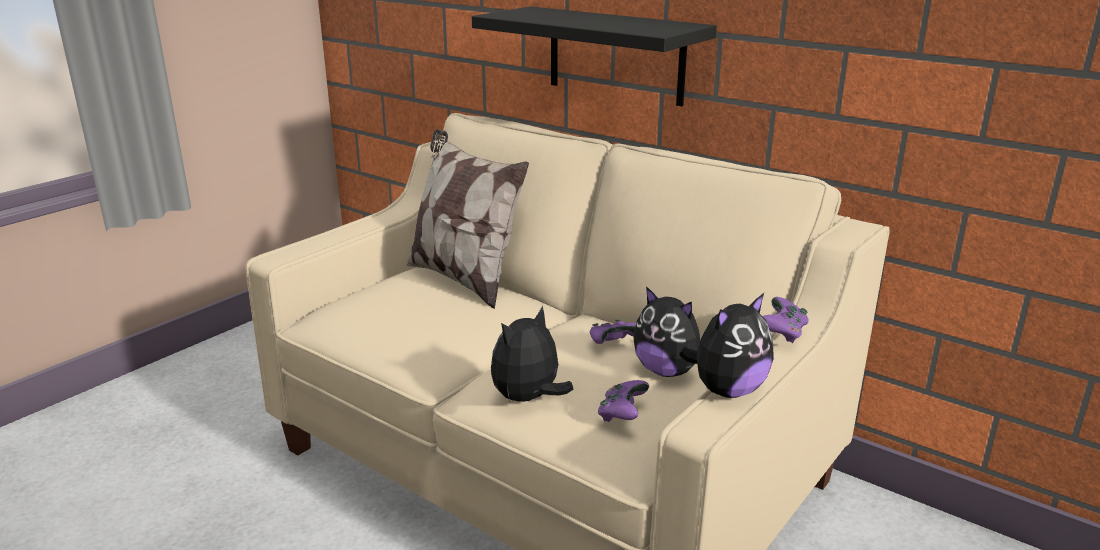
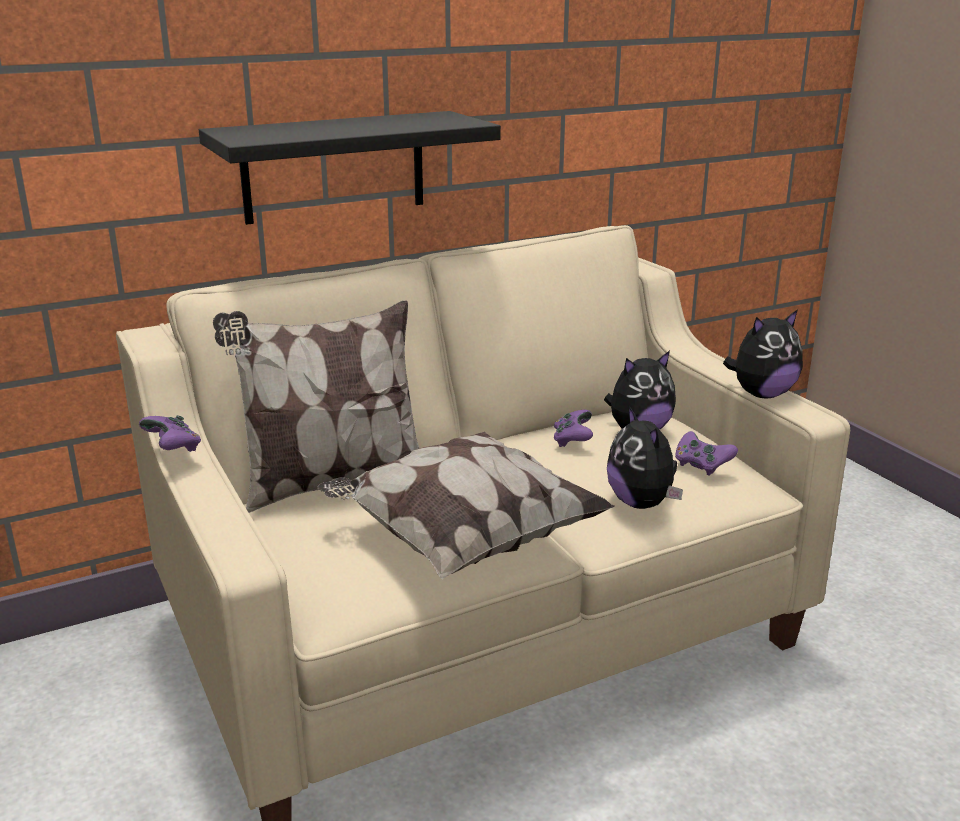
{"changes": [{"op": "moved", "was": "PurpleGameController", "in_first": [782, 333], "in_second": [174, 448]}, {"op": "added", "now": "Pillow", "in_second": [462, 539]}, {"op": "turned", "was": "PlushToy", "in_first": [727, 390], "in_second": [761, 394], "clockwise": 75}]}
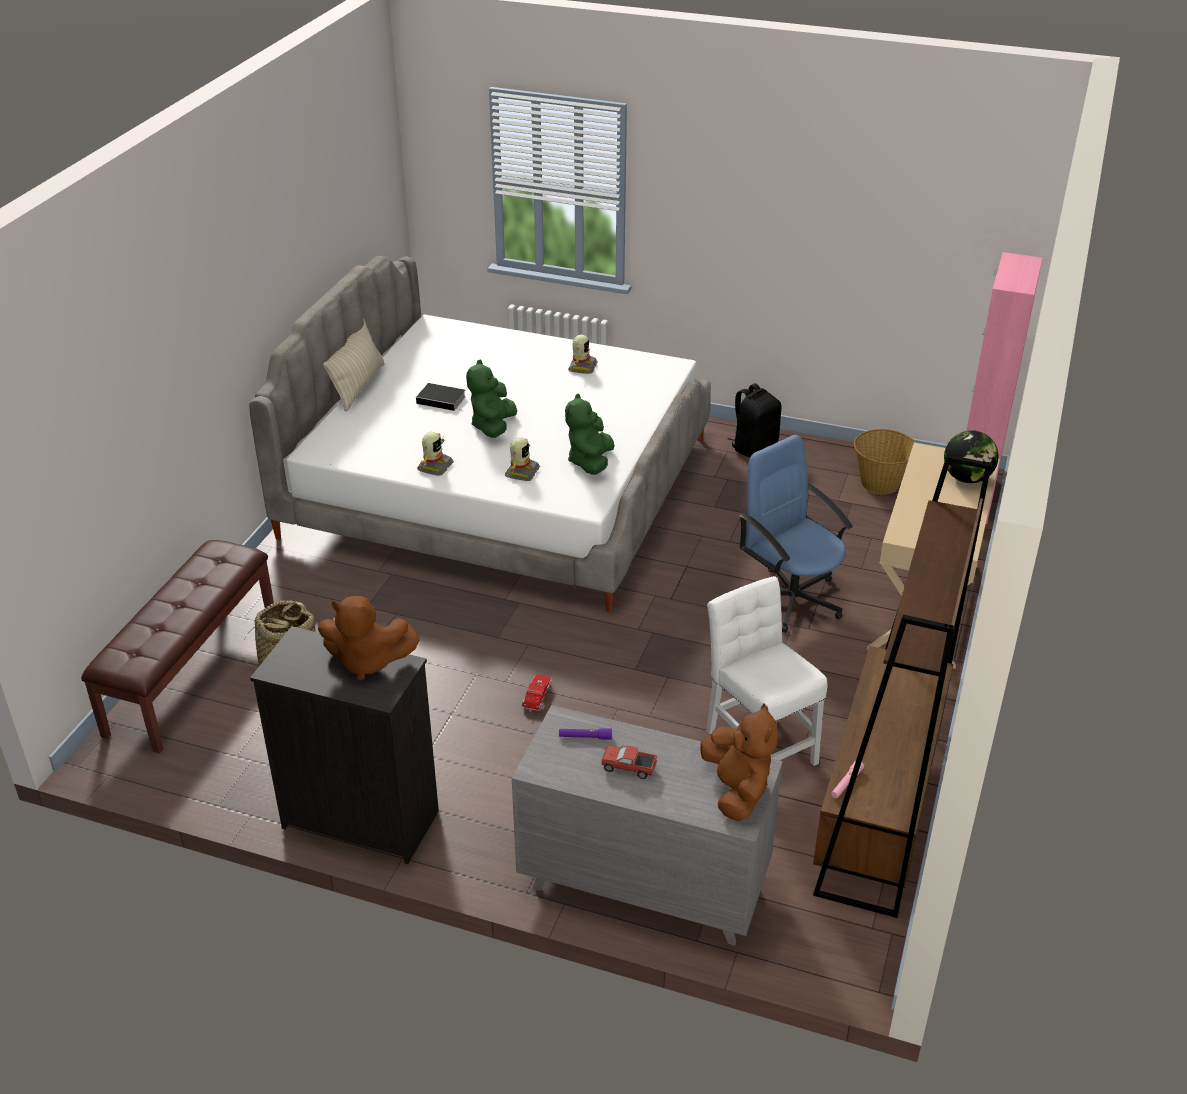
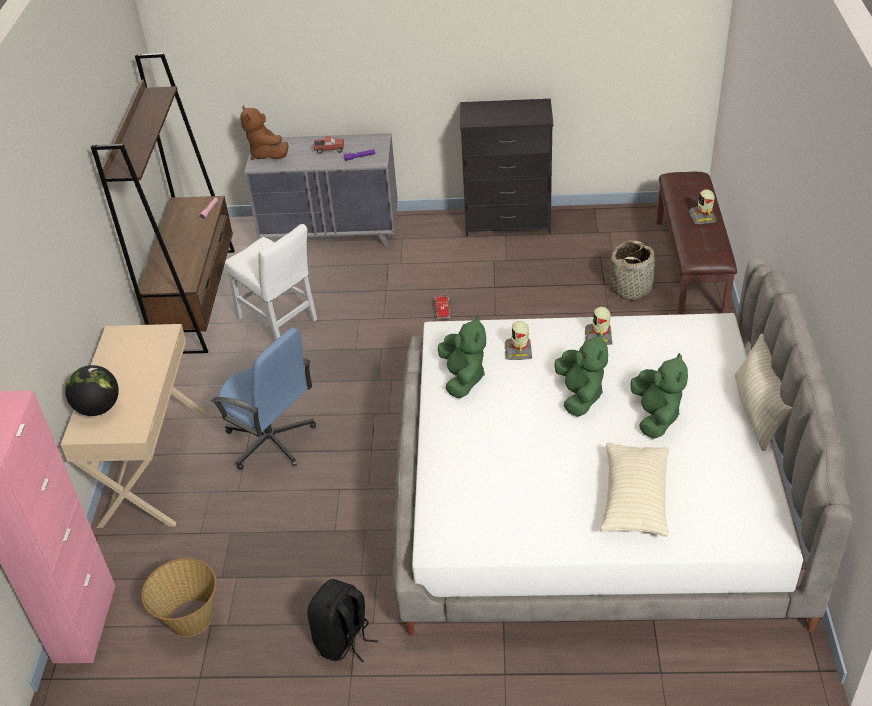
{"changes": [{"op": "added", "now": "BeigePillow", "in_second": [634, 499]}, {"op": "replaced", "was": "Book", "now": "GreenPlushToy", "in_first": [442, 400], "in_second": [656, 417]}, {"op": "moved", "was": "ToyRobot", "in_first": [581, 367], "in_second": [703, 217]}, {"op": "removed", "was": "BrownPlushToy", "in_first": [367, 661]}]}
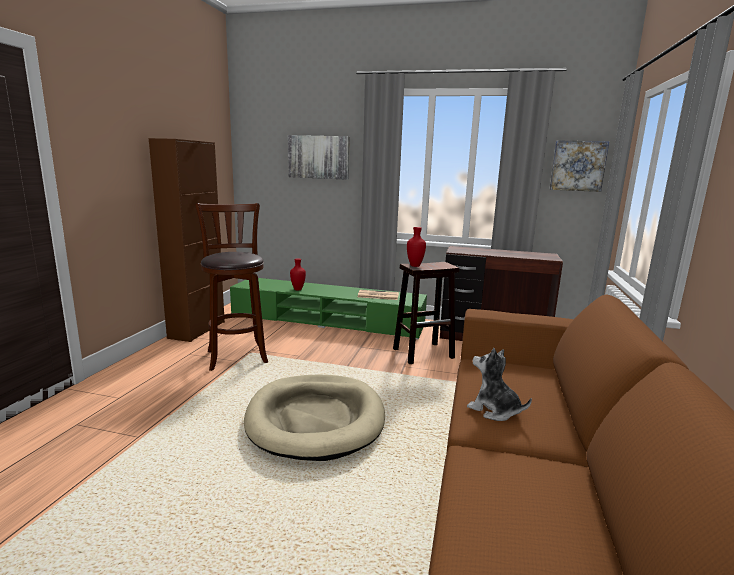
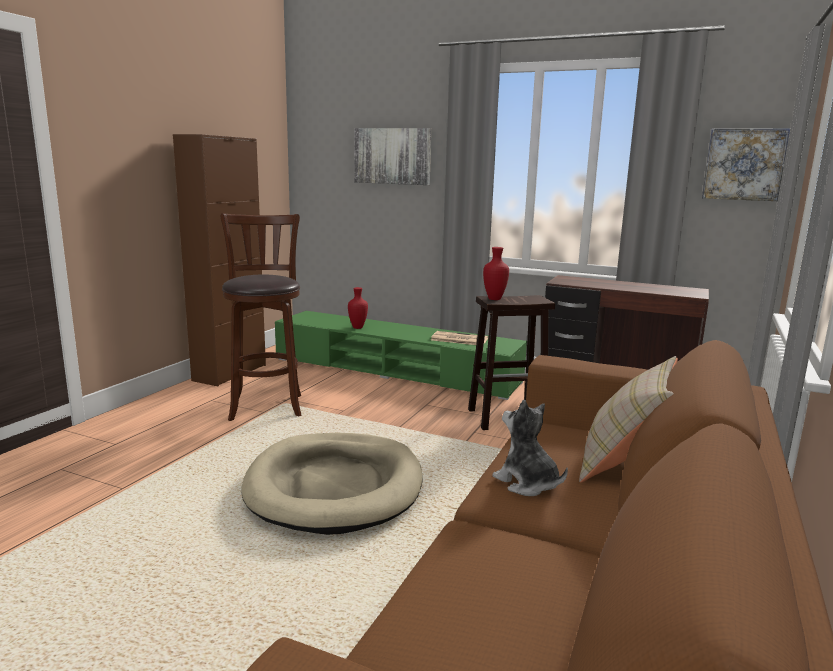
{"changes": [{"op": "added", "now": "BeigePillow", "in_second": [623, 463]}]}
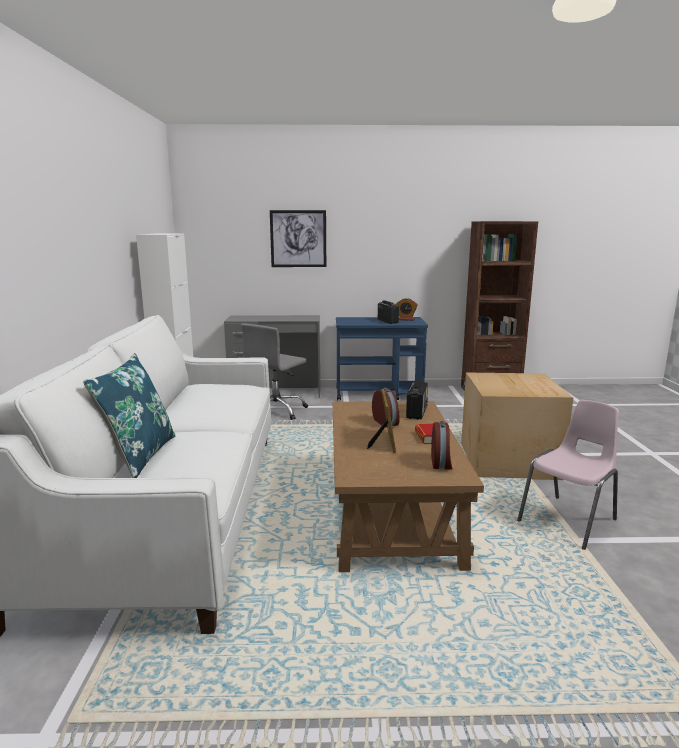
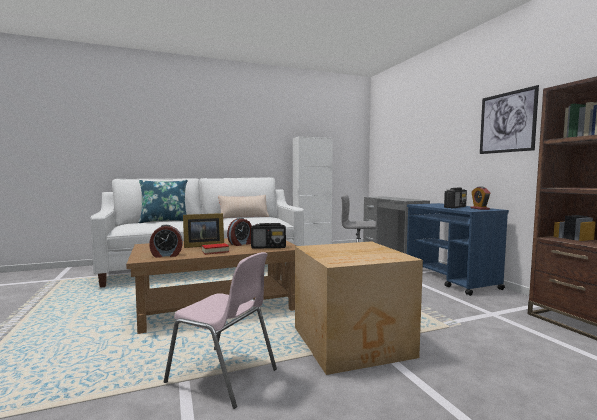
{"changes": [{"op": "added", "now": "BeigePillow", "in_second": [244, 217]}, {"op": "moved", "was": "Picture", "in_first": [298, 239], "in_second": [507, 122]}]}
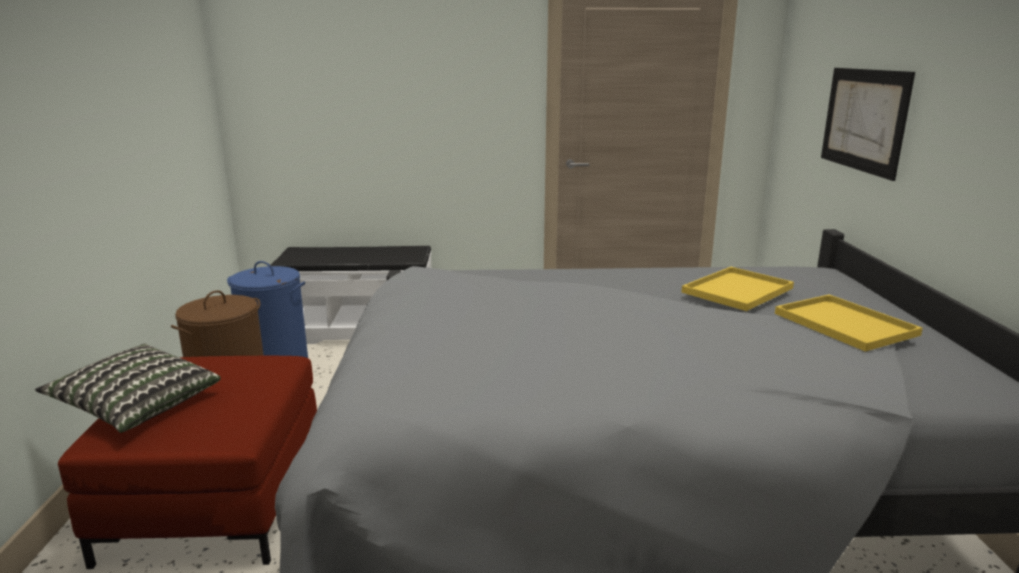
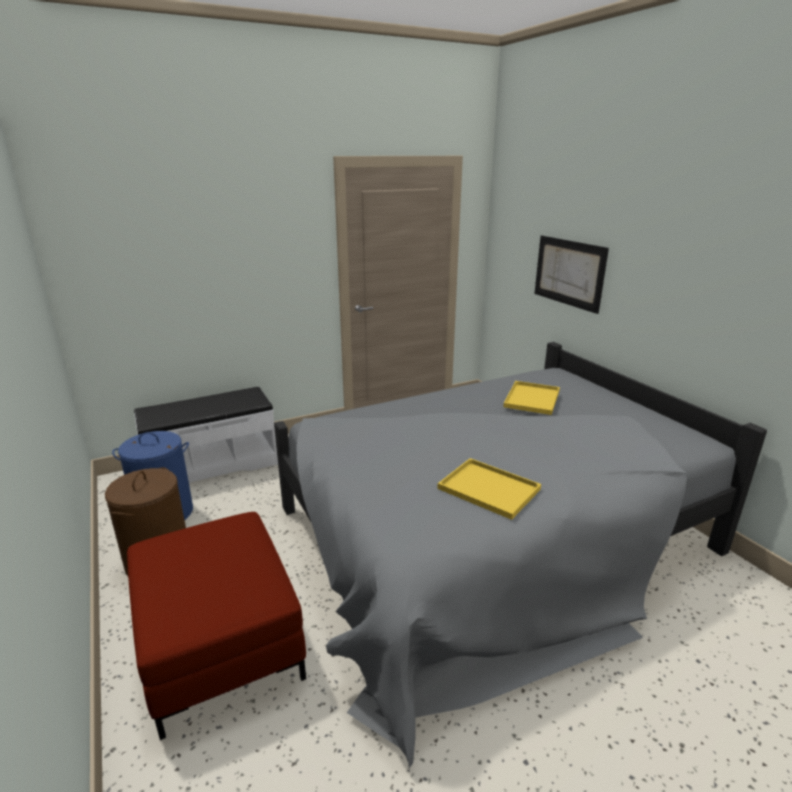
{"changes": [{"op": "moved", "was": "YellowTray", "in_first": [842, 323], "in_second": [486, 489]}, {"op": "removed", "was": "Pillow", "in_first": [137, 406]}]}
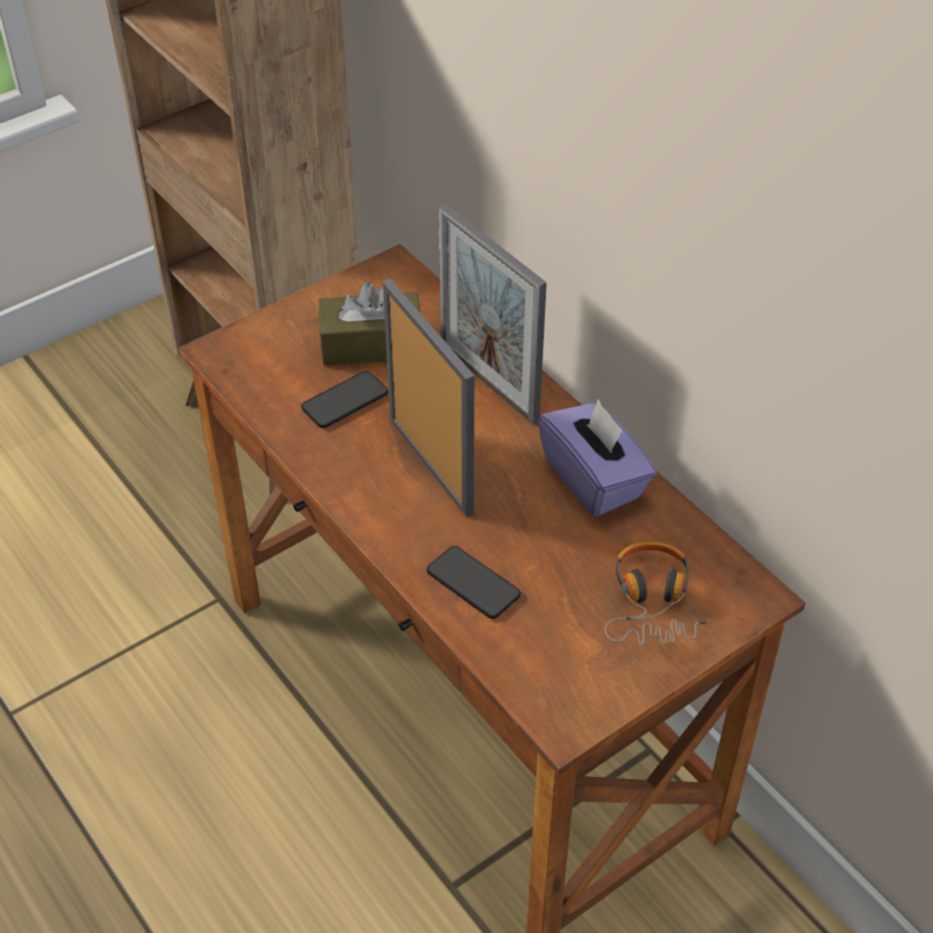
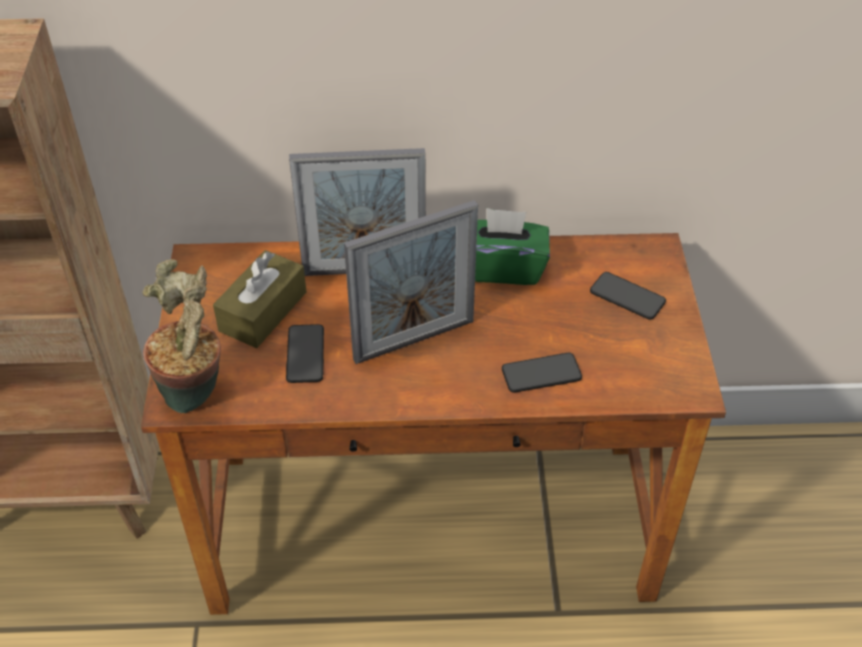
{"changes": [{"op": "added", "now": "PottedPlant", "in_second": [196, 393]}, {"op": "turned", "was": "PictureFrame", "in_first": [430, 465], "in_second": [414, 340], "clockwise": 150}, {"op": "recoloured", "was": "PurpleTissueBox", "now": "GreenTissueBox", "in_first": [594, 479], "in_second": [502, 268]}, {"op": "replaced", "was": "Headphones", "now": "Phone", "in_first": [652, 603], "in_second": [627, 297]}]}
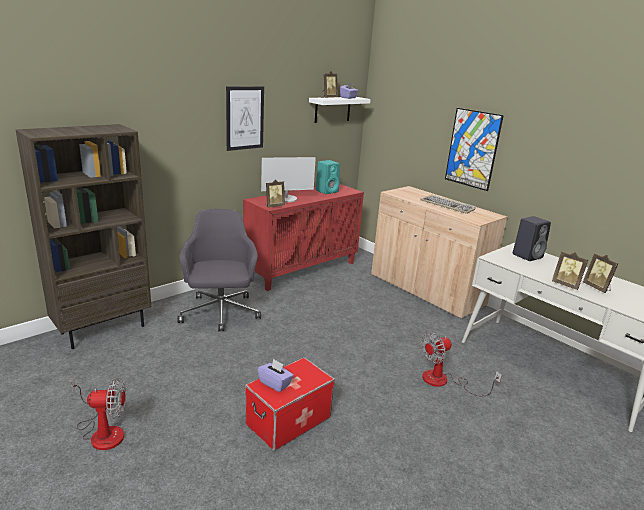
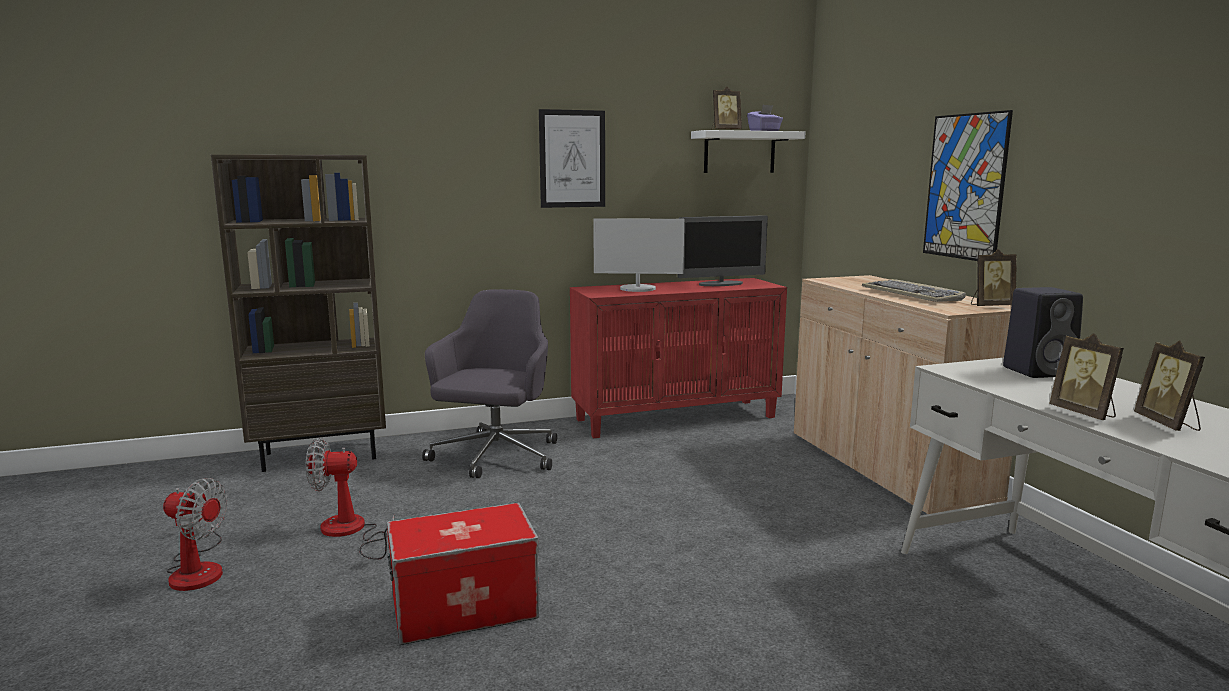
{"changes": [{"op": "moved", "was": "Fan", "in_first": [444, 381], "in_second": [350, 532]}, {"op": "replaced", "was": "TurquoiseSpeaker", "now": "Monitor", "in_first": [327, 191], "in_second": [721, 284]}, {"op": "moved", "was": "PictureFrame", "in_first": [274, 206], "in_second": [990, 306]}, {"op": "removed", "was": "PurpleTissueBox", "in_first": [275, 383]}]}
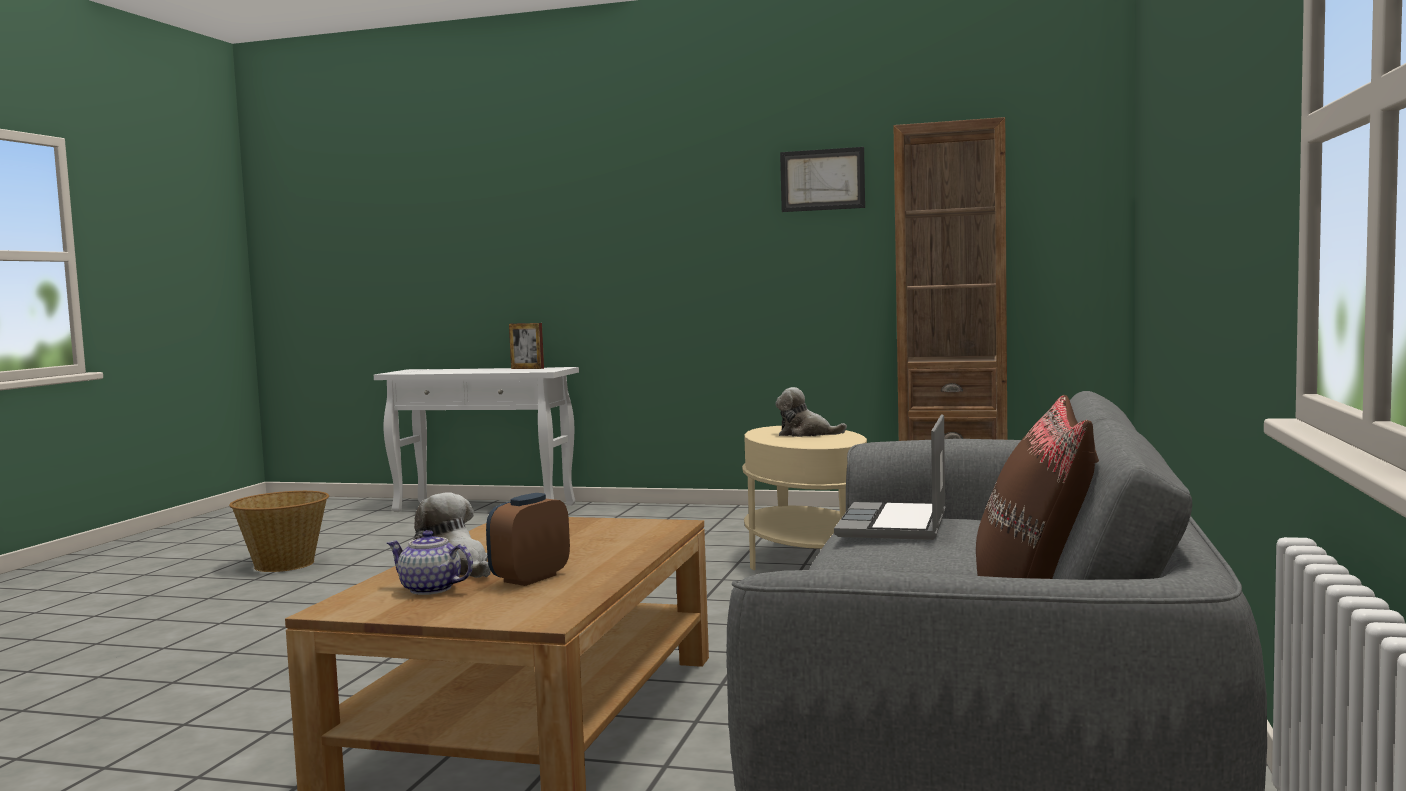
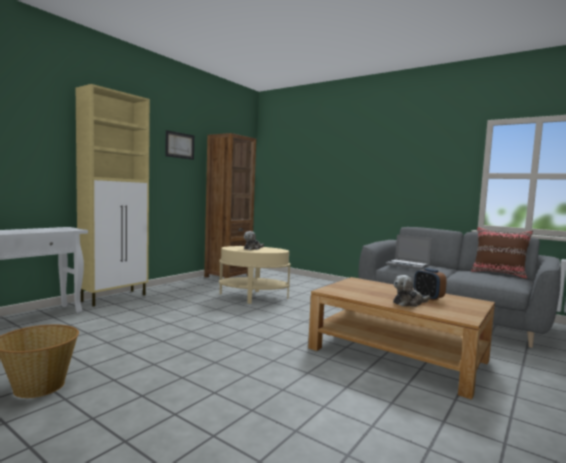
{"changes": [{"op": "added", "now": "BeigeCabinet", "in_second": [115, 298]}, {"op": "removed", "was": "Teapot", "in_first": [431, 589]}, {"op": "removed", "was": "PictureFrame", "in_first": [527, 368]}]}
